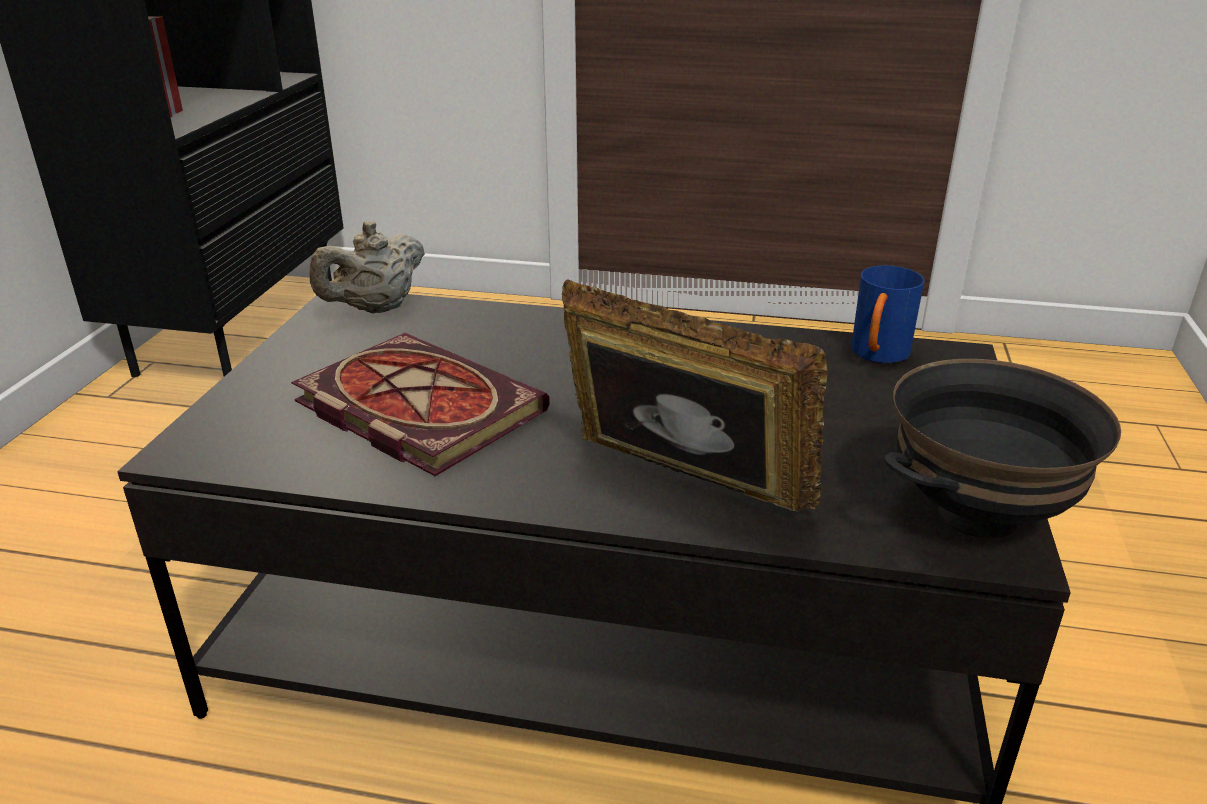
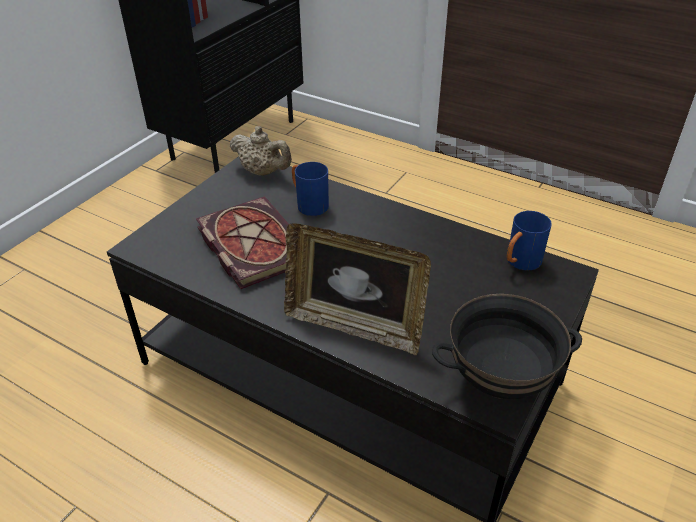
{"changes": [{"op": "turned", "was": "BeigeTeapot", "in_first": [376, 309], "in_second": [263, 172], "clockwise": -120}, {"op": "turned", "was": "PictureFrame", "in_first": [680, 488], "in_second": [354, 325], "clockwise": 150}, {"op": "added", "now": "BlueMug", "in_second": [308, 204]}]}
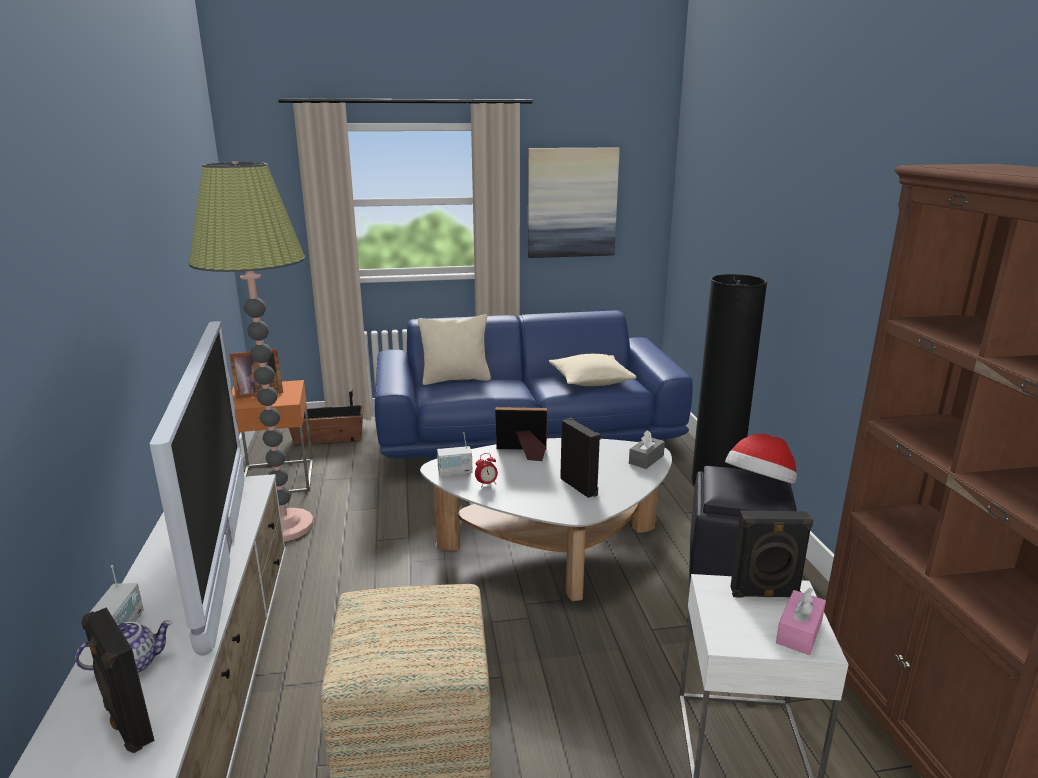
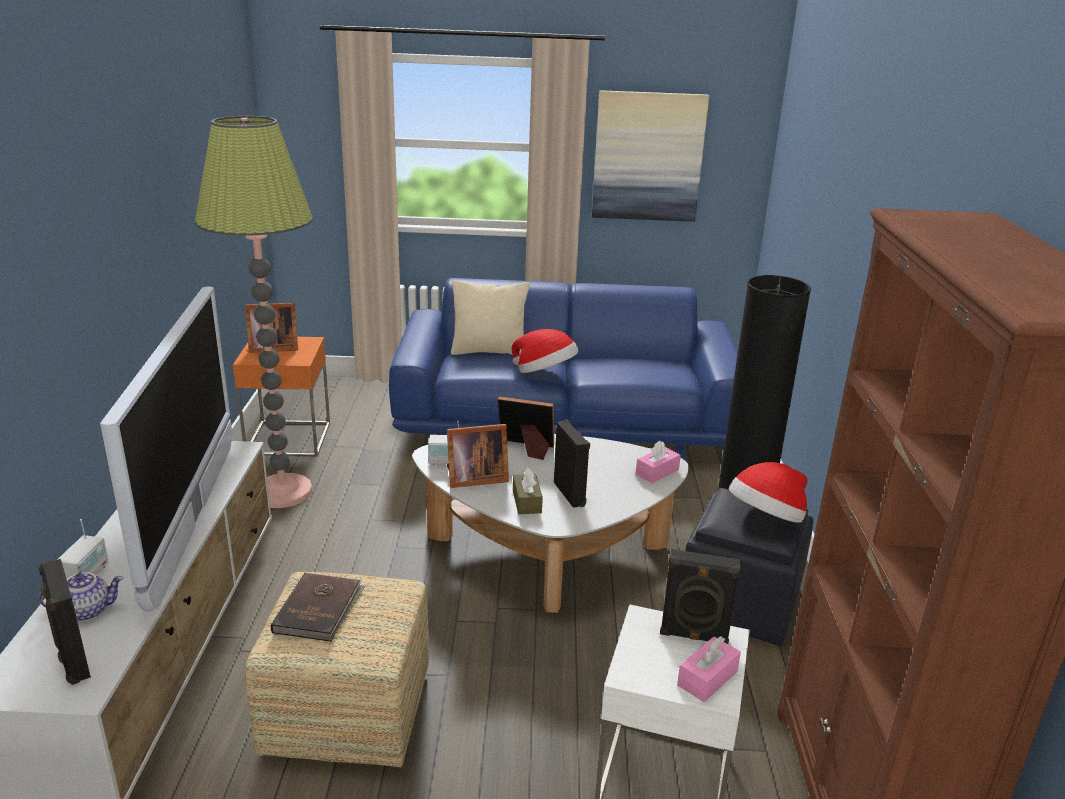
{"changes": [{"op": "added", "now": "BrownBook", "in_second": [319, 609]}, {"op": "replaced", "was": "AlarmClock", "now": "PictureFrame", "in_first": [486, 484], "in_second": [474, 478]}, {"op": "added", "now": "Hat", "in_second": [545, 373]}, {"op": "added", "now": "BrownTissueBox", "in_second": [526, 502]}, {"op": "recoloured", "was": "GreyTissueBox", "now": "PinkTissueBox", "in_first": [646, 459], "in_second": [657, 472]}, {"op": "removed", "was": "Planter", "in_first": [328, 438]}, {"op": "removed", "was": "BeigePillow", "in_first": [591, 381]}]}
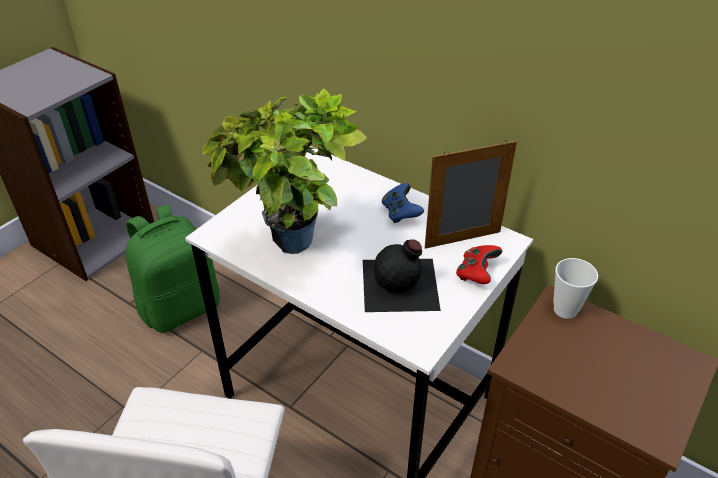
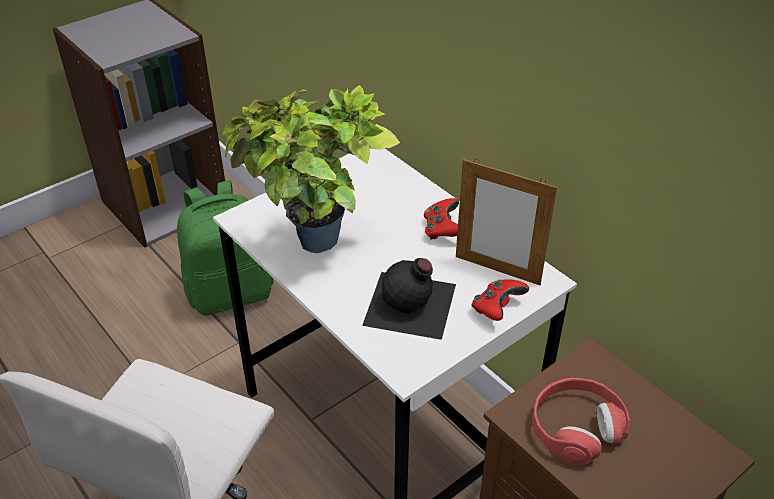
{"changes": [{"op": "recoloured", "was": "BlueGameController", "now": "RedGameController", "in_first": [400, 213], "in_second": [442, 230]}, {"op": "turned", "was": "PictureFrame", "in_first": [462, 240], "in_second": [497, 270], "clockwise": -150}, {"op": "added", "now": "RedHeadphones", "in_second": [576, 427]}, {"op": "removed", "was": "Cup", "in_first": [565, 310]}]}
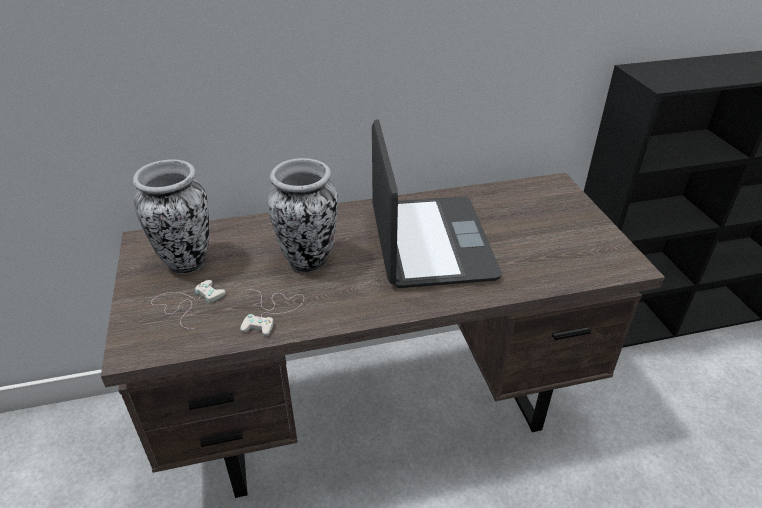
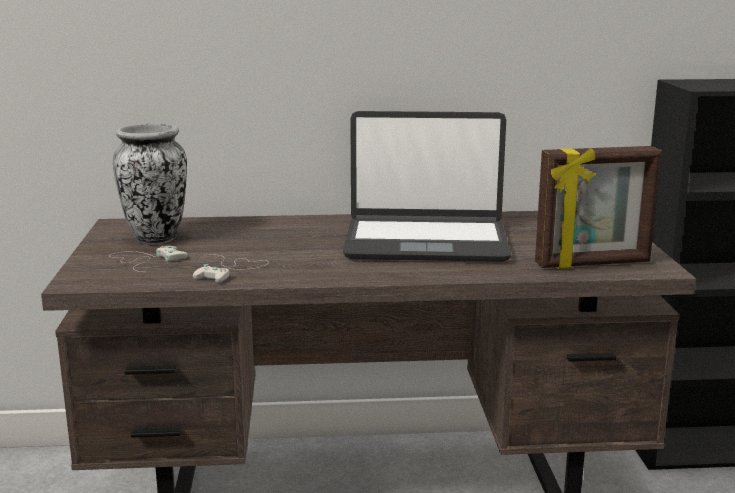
{"changes": [{"op": "turned", "was": "Laptop", "in_first": [429, 242], "in_second": [426, 242], "clockwise": 90}, {"op": "added", "now": "PictureFrame", "in_second": [593, 264]}, {"op": "removed", "was": "Vase", "in_first": [309, 260]}]}
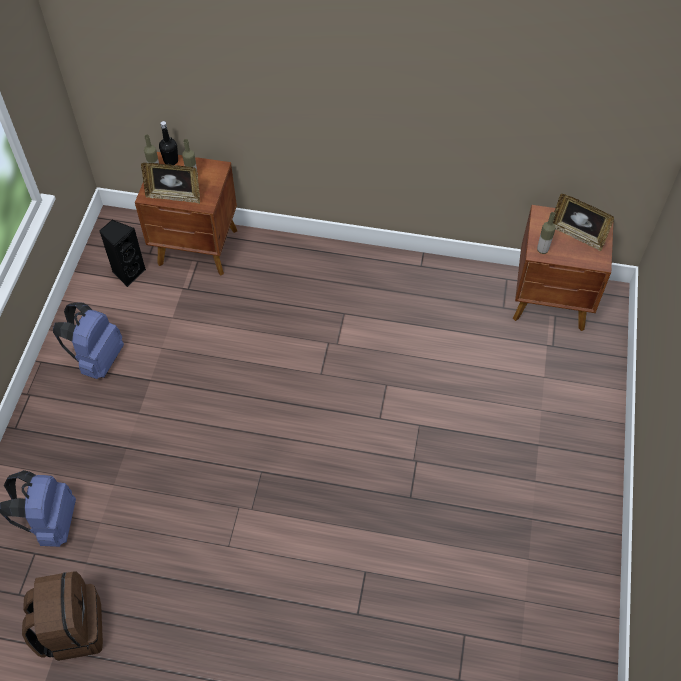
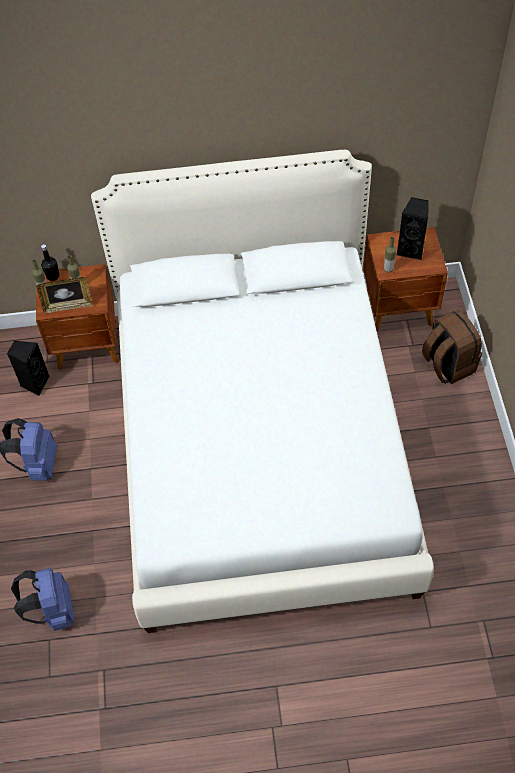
{"changes": [{"op": "added", "now": "WhiteBed", "in_second": [261, 446]}, {"op": "replaced", "was": "PictureFrame", "now": "BlackSpeaker", "in_first": [577, 235], "in_second": [411, 249]}, {"op": "moved", "was": "BrownBackpack", "in_first": [72, 628], "in_second": [447, 364]}]}
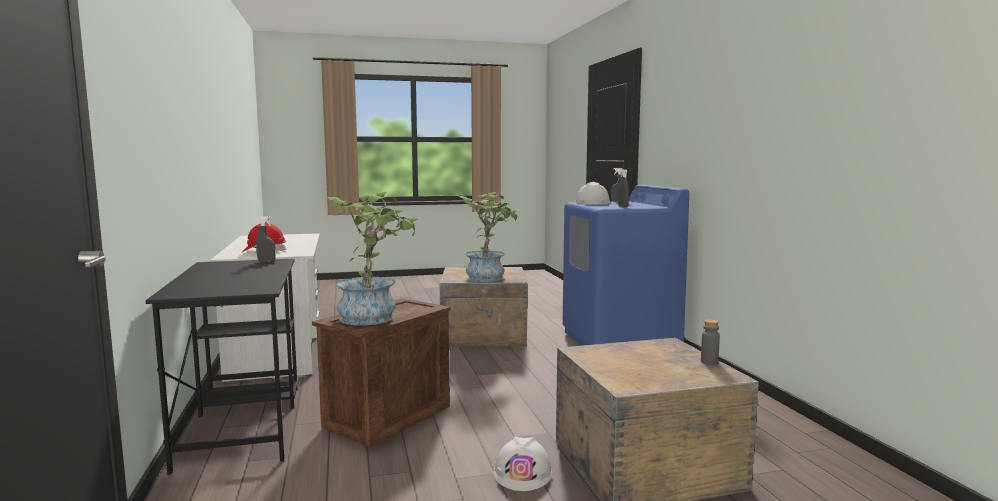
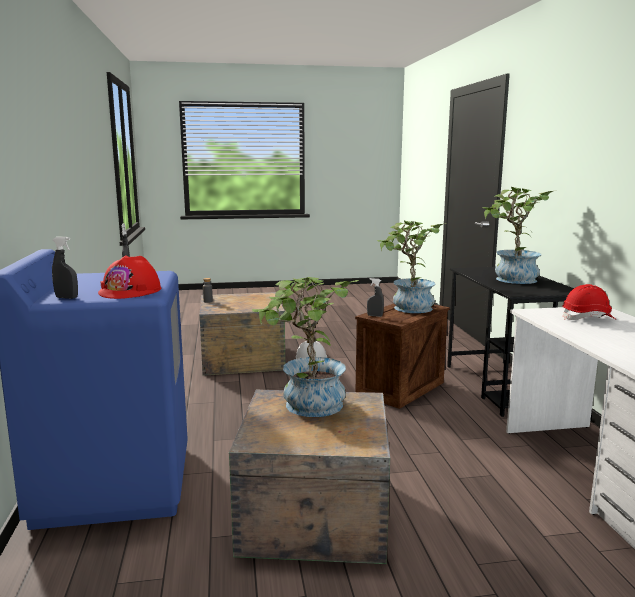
{"changes": [{"op": "recoloured", "was": "WhiteHardHat", "now": "RedHardHat", "in_first": [592, 203], "in_second": [130, 291]}, {"op": "moved", "was": "GreySprayBottle", "in_first": [266, 261], "in_second": [375, 316]}, {"op": "added", "now": "PottedPlant", "in_second": [511, 280]}]}
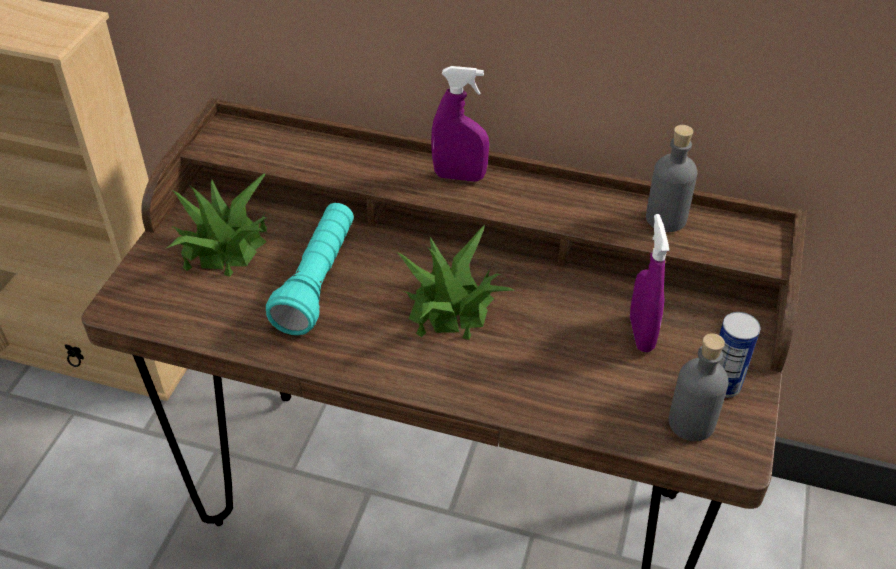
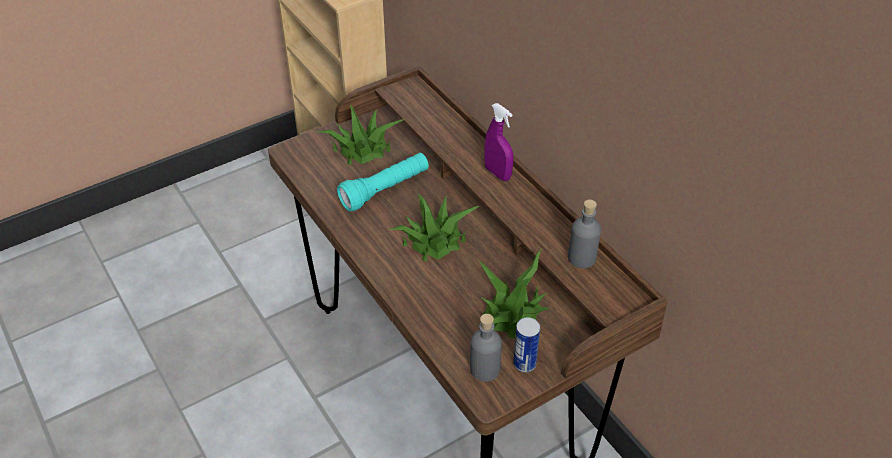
{"changes": [{"op": "replaced", "was": "PurpleSprayBottle", "now": "PottedPlant", "in_first": [641, 334], "in_second": [513, 312]}]}
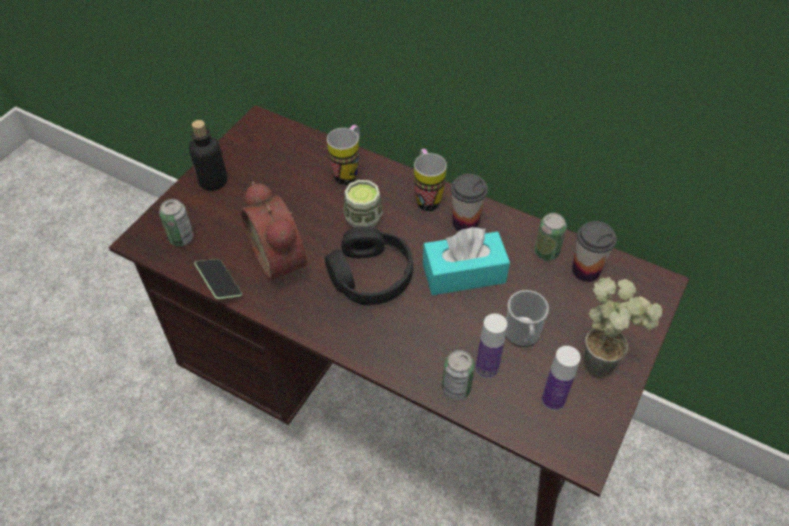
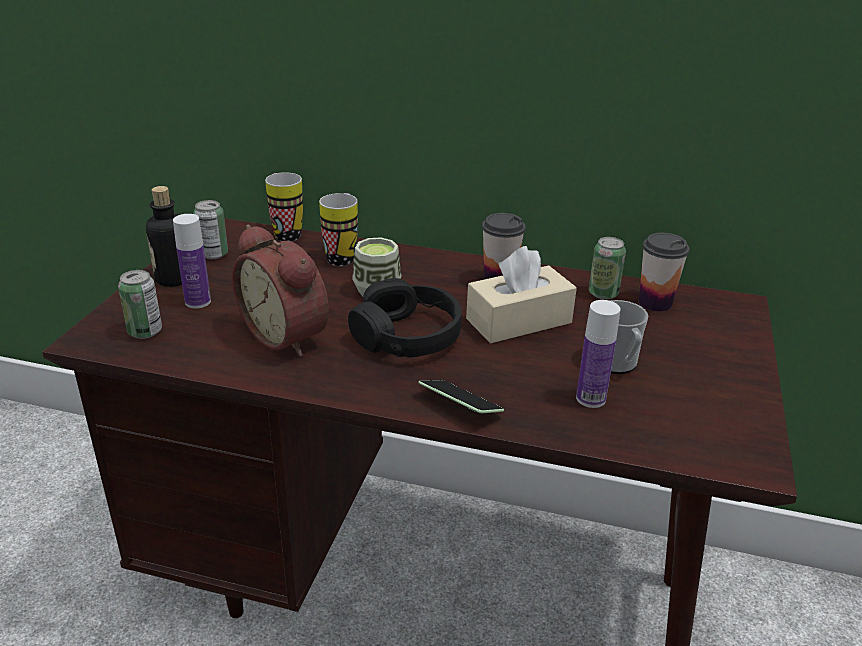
{"changes": [{"op": "moved", "was": "Bottle", "in_first": [553, 400], "in_second": [198, 302]}, {"op": "moved", "was": "Can", "in_first": [456, 388], "in_second": [213, 254]}, {"op": "moved", "was": "Mug", "in_first": [426, 197], "in_second": [285, 233]}, {"op": "moved", "was": "Phone", "in_first": [219, 284], "in_second": [460, 406]}, {"op": "recoloured", "was": "TurquoiseTissueBox", "now": "BeigeTissueBox", "in_first": [464, 273], "in_second": [519, 321]}, {"op": "removed", "was": "PottedPlant", "in_first": [605, 362]}]}
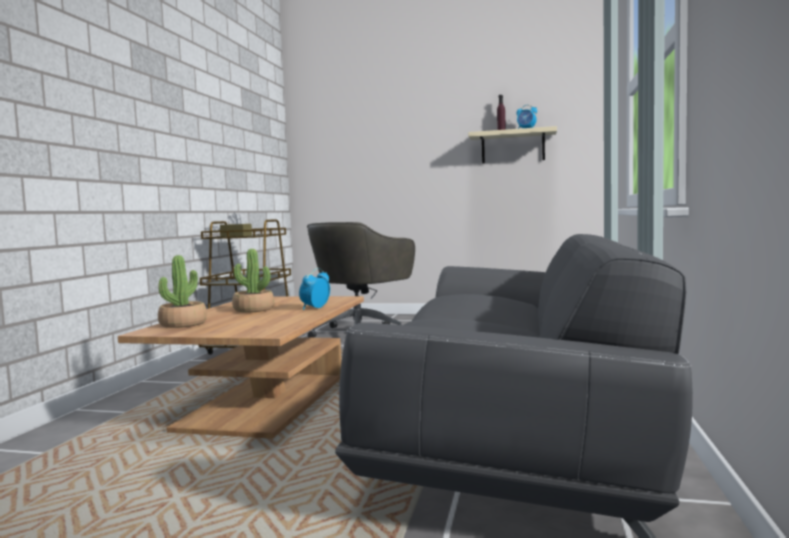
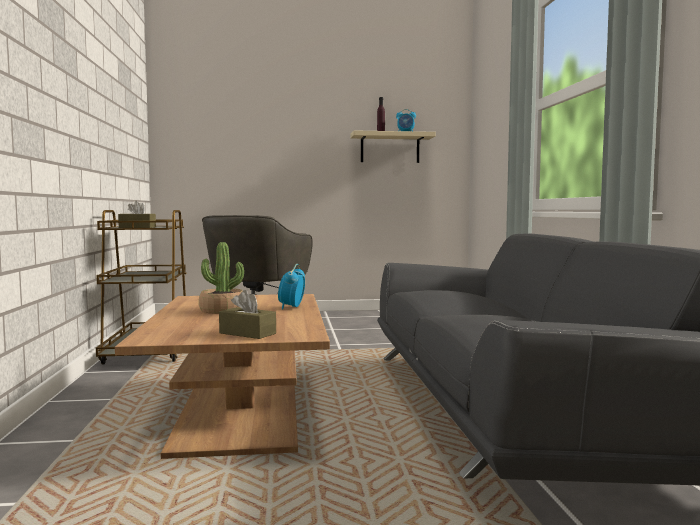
{"changes": [{"op": "added", "now": "BrownTissueBox", "in_second": [247, 333]}, {"op": "removed", "was": "PottedPlant", "in_first": [183, 324]}]}
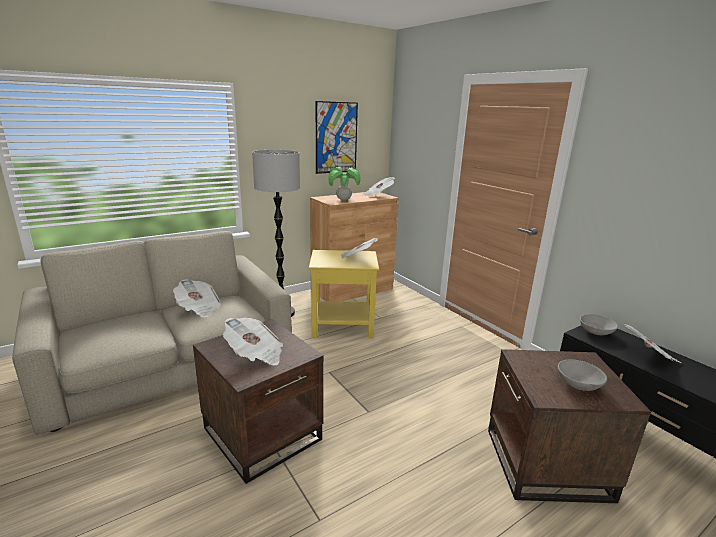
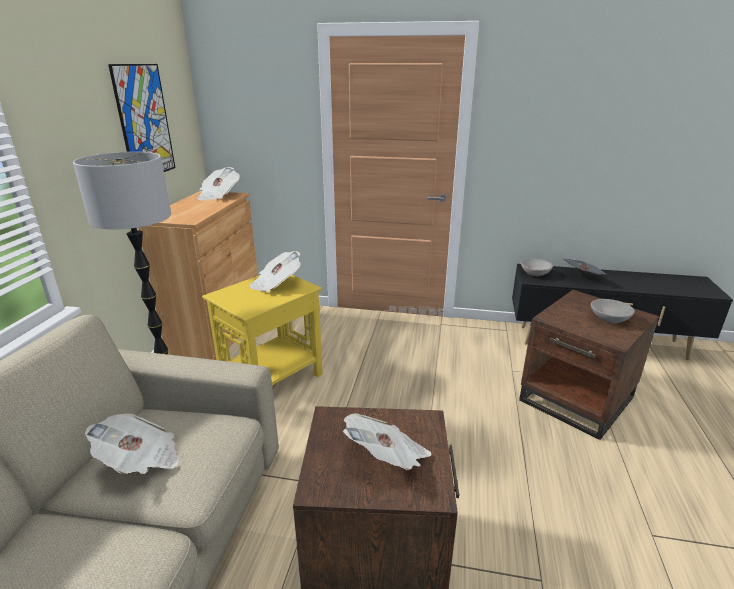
{"changes": [{"op": "removed", "was": "PottedPlant", "in_first": [343, 199]}]}
